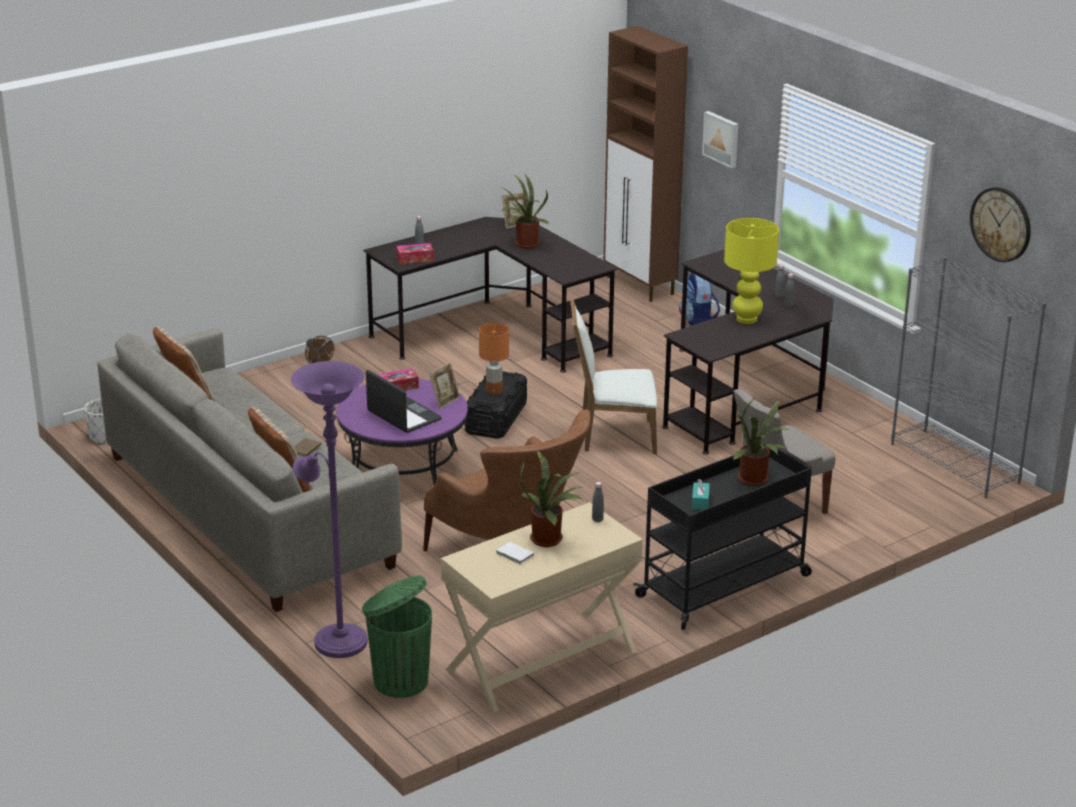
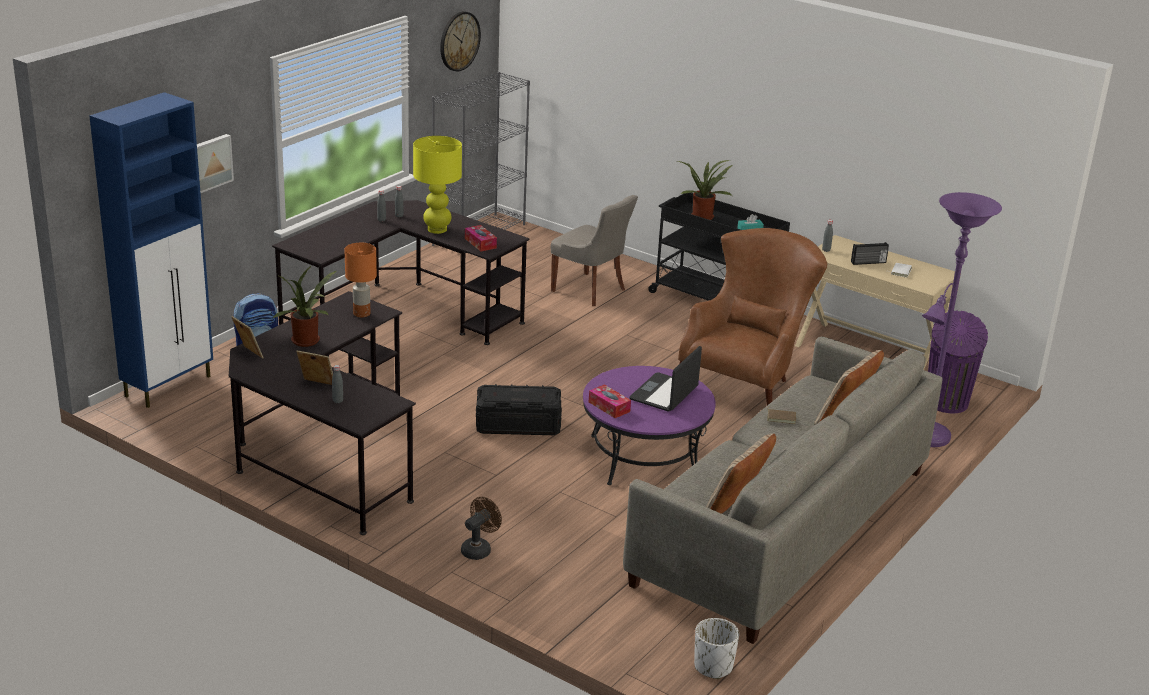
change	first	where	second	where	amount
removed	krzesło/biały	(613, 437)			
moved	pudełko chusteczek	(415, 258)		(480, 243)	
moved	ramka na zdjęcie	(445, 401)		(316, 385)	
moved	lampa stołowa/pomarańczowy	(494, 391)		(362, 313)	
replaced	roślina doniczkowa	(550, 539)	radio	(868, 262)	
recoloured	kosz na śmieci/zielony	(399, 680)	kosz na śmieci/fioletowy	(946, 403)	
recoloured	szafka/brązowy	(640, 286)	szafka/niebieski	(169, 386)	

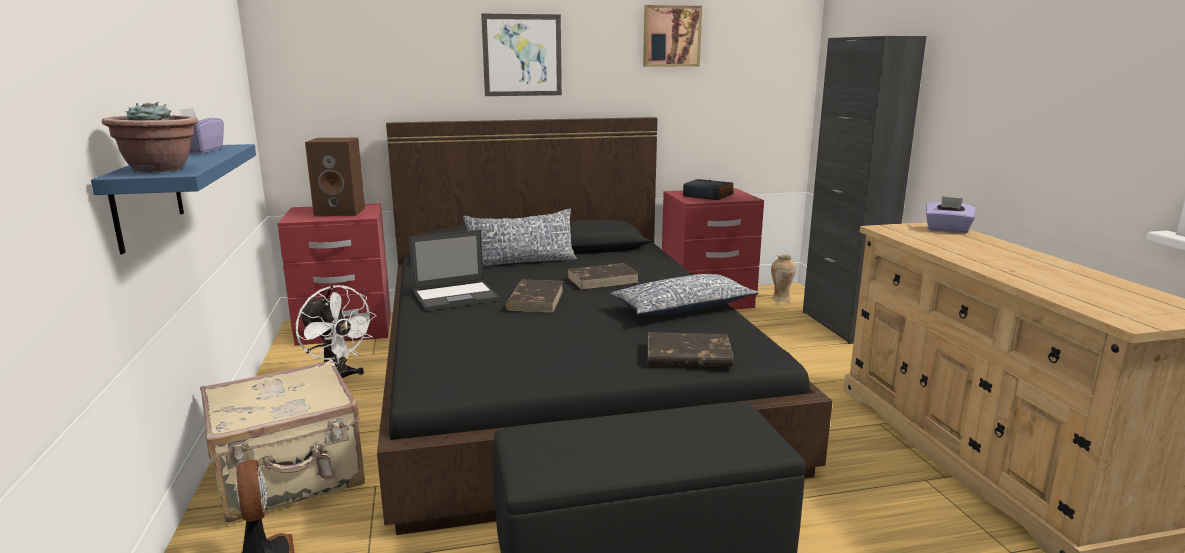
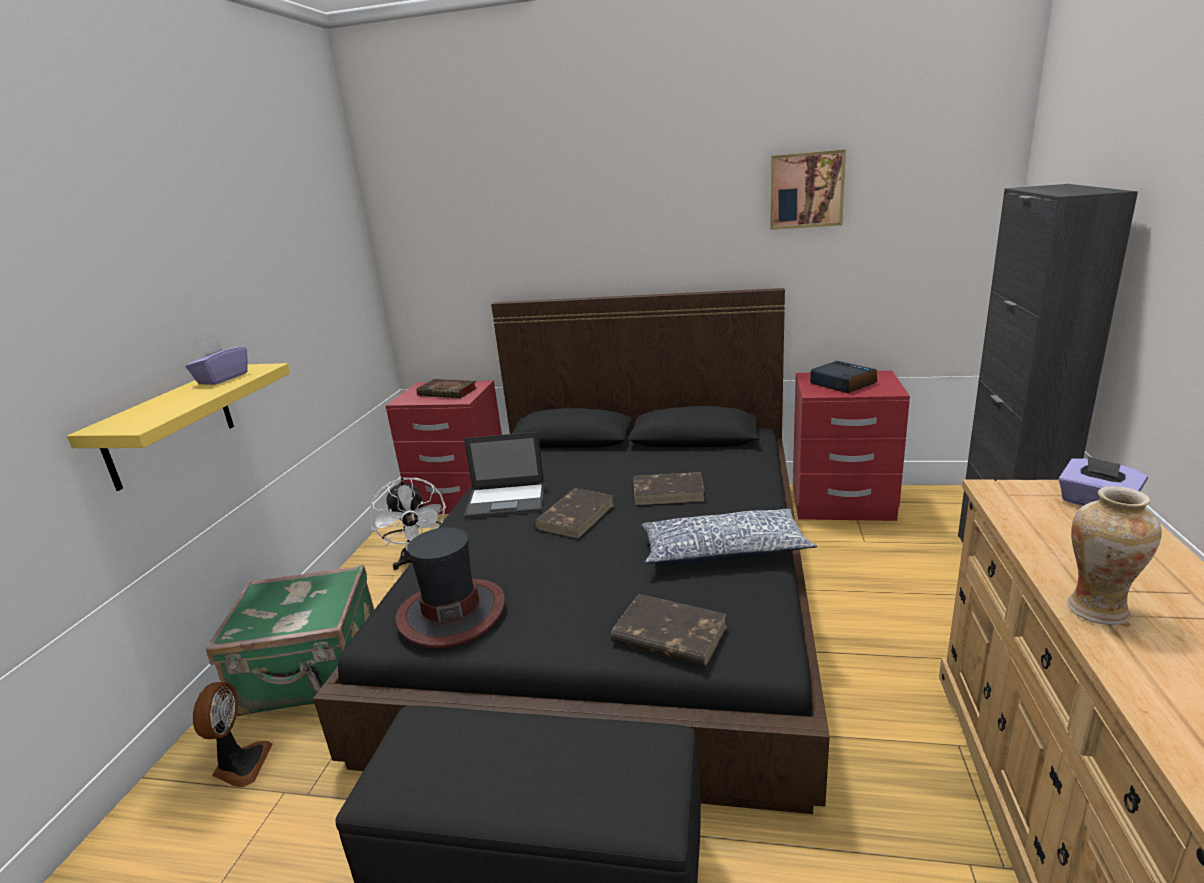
change	first	where	second	where	amount
removed	roślina doniczkowa	(160, 169)			
removed	poduszka	(520, 262)			
removed	obraz	(522, 55)			
added			kapelusz	(451, 612)	
moved	wazon	(781, 299)		(1096, 609)	
replaced	głośnik/brązowy	(341, 212)	książka	(449, 392)	
recoloured	półka/niebieski	(147, 196)	półka/żółty	(170, 425)	
recoloured	walizka/beżowy	(290, 478)	walizka/zielony	(313, 674)	

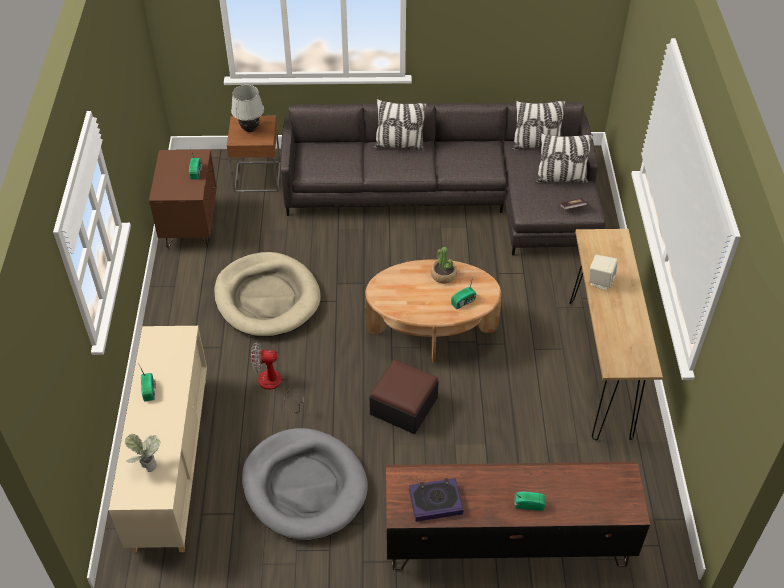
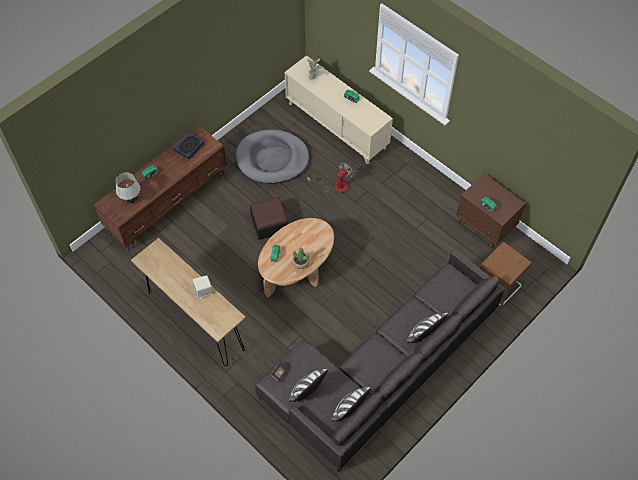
change	first	where	second	where	amount
removed	legowisko/beżowy	(267, 298)			
moved	lampa stołowa/biały	(250, 129)		(131, 200)	

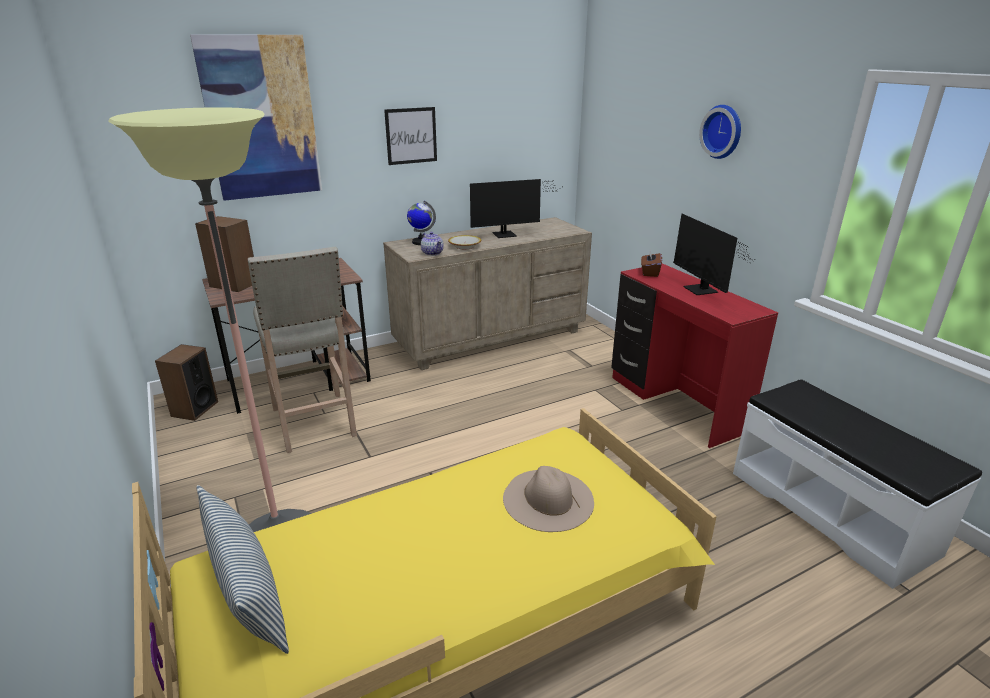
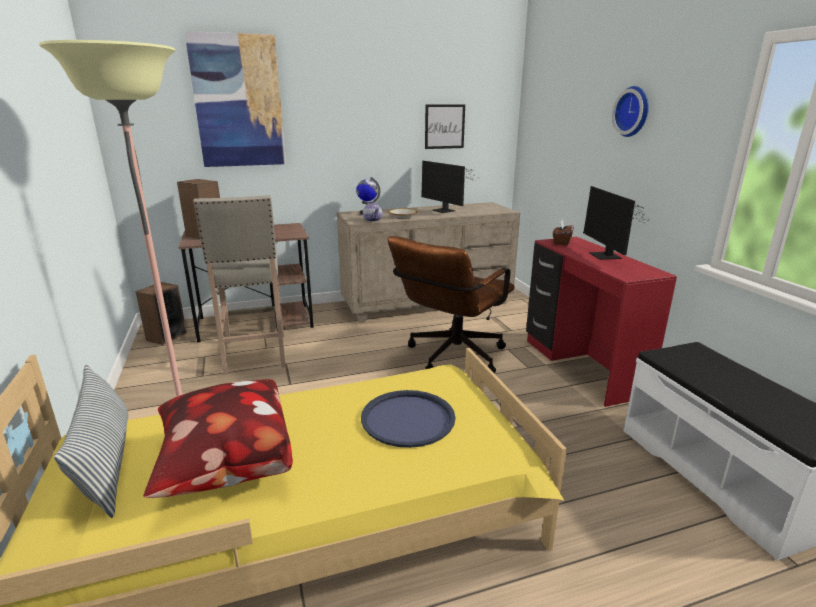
change	first	where	second	where	amount
added			poduszka	(226, 468)	
added			krzesło biurowe/brązowy	(451, 358)	
moved	obraz	(411, 136)		(444, 126)	
replaced	kapelusz/beżowy	(548, 499)	taca/niebieski	(408, 419)	
turned	monitor	(508, 234)		(444, 211)	60 degrees clockwise

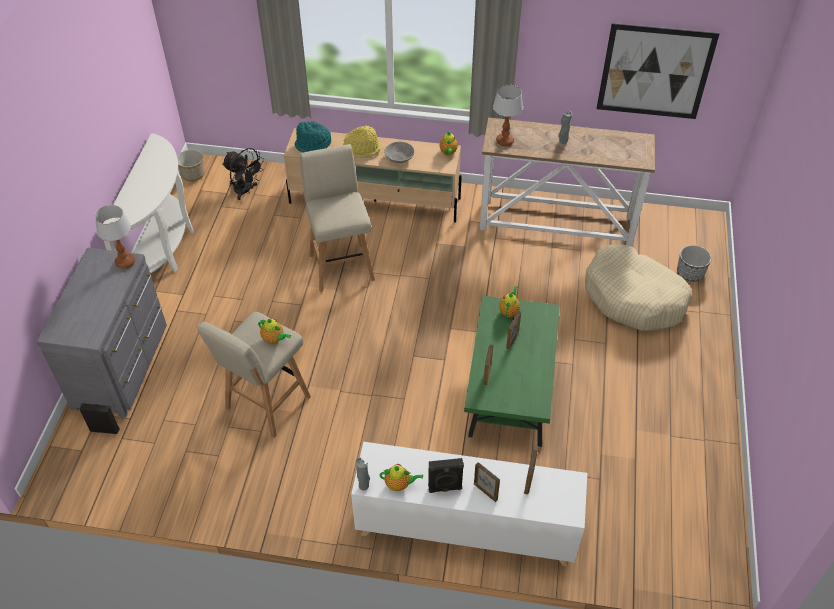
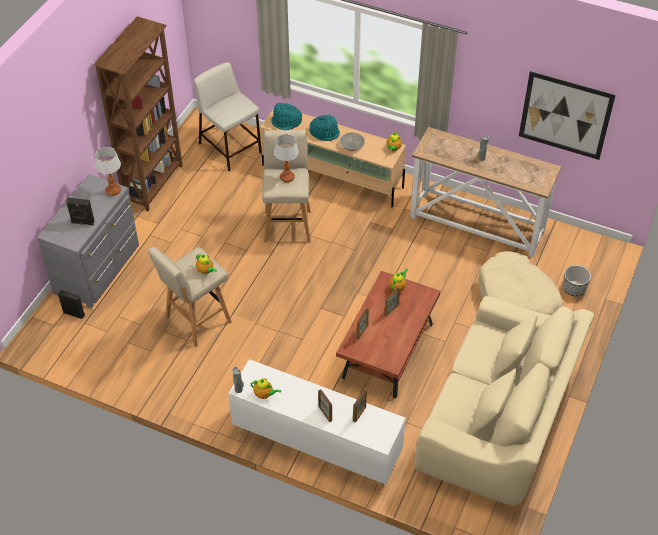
change	first	where	second	where	amount
removed	donica	(192, 174)			
added			kanapa/beżowy	(497, 420)	
moved	głośnik/czarny	(445, 488)		(82, 223)	
moved	lampa stołowa	(504, 141)		(287, 177)	
replaced	stolik konsolowy/biały	(164, 248)	regał/brązowy	(154, 184)	
replaced	wentylator/czarny	(246, 191)	stołek/beżowy	(231, 148)	
recoloured	kapelusz/żółty	(362, 149)	kapelusz/turkusowy	(325, 133)	
recoloured	ława/zielony	(510, 390)	ława/brązowy	(387, 351)	

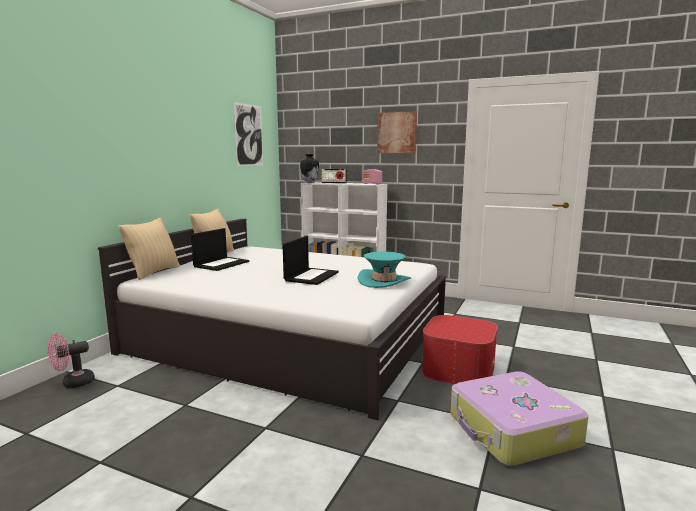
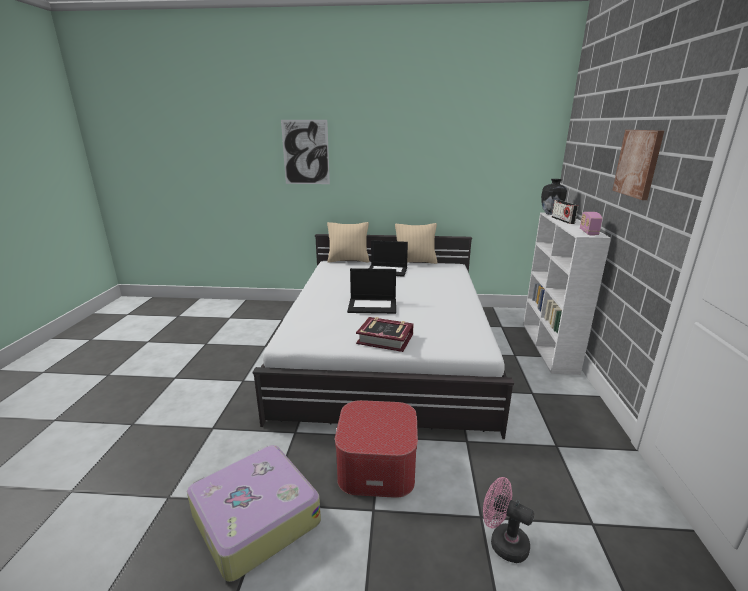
change	first	where	second	where	amount
moved	wentylator/różowy	(73, 383)		(503, 542)	
moved	obraz	(249, 135)		(305, 152)	
replaced	kapelusz/turkusowy	(384, 281)	książka	(385, 339)	

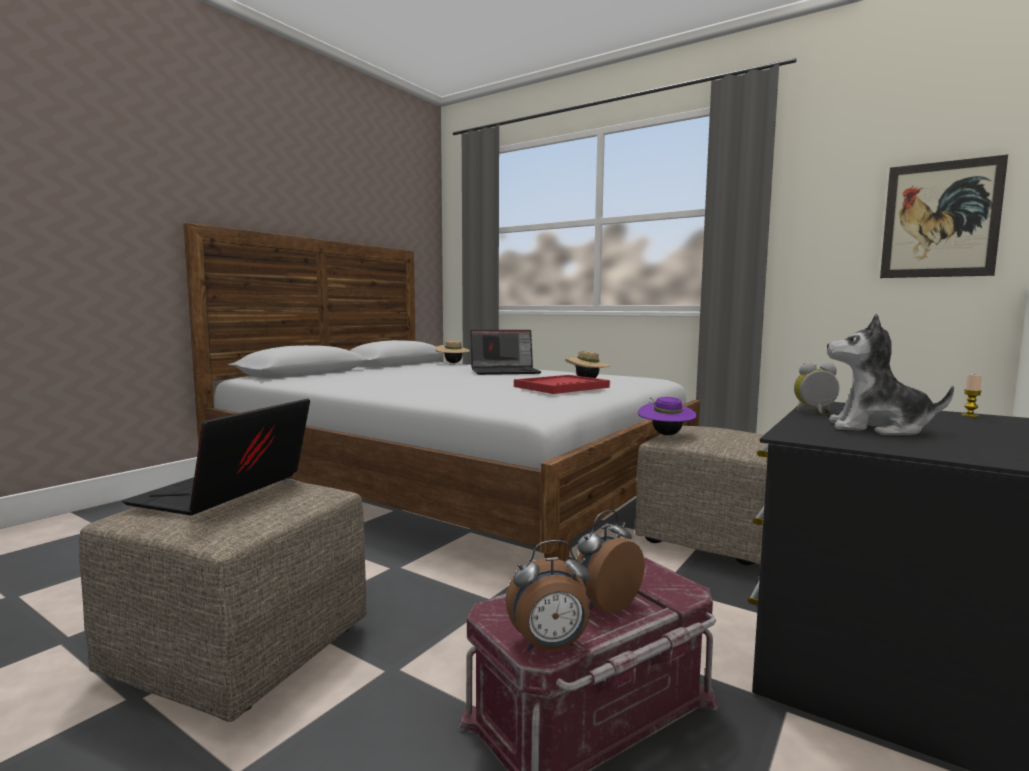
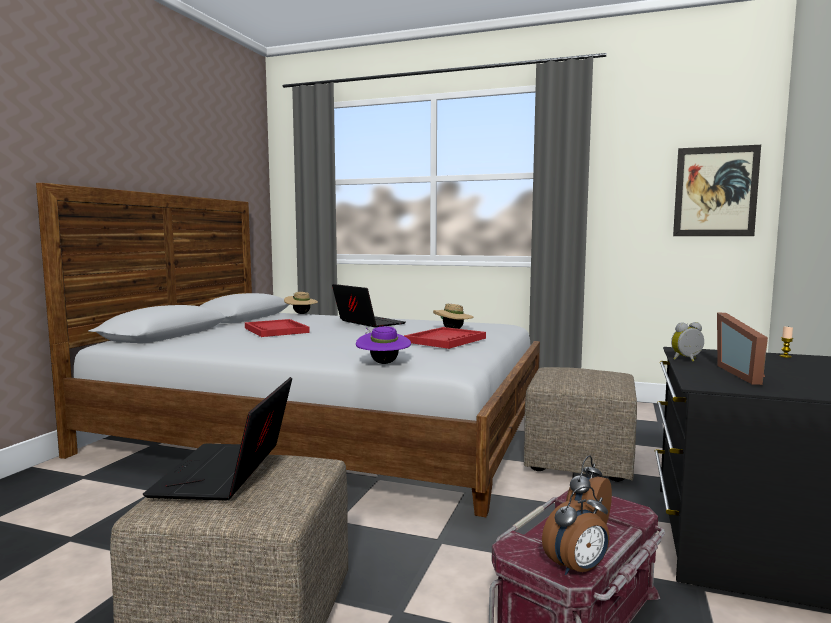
change	first	where	second	where	amount
added			taca/czerwony	(276, 330)	
moved	kapelusz/fioletowy	(666, 434)		(383, 363)	
replaced	pluszak	(878, 428)	ramka na zdjęcie	(745, 373)	
turned	laptop	(505, 372)		(367, 323)	105 degrees counterclockwise

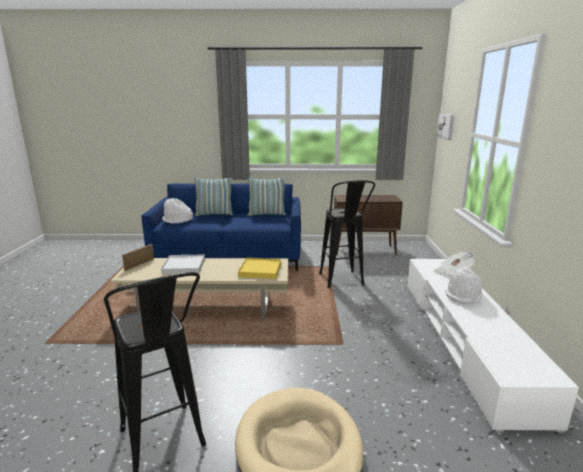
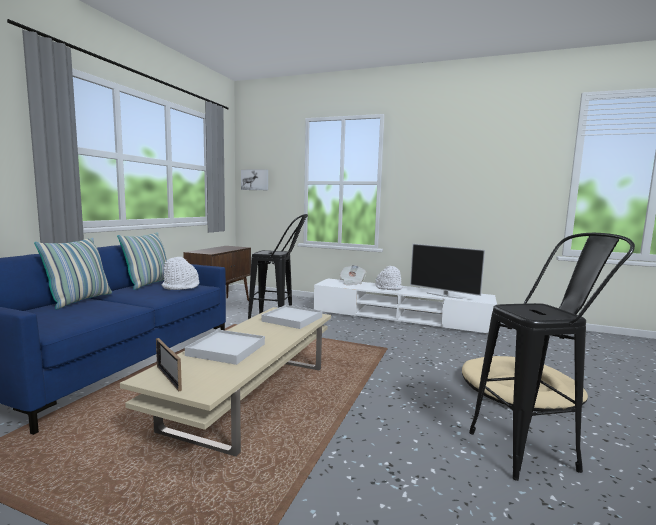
change	first	where	second	where	amount
added			telewizor	(444, 295)	
moved	kapelusz/biały	(177, 220)		(181, 287)	
recoloured	taca/żółty	(260, 270)	taca/biały	(292, 319)	

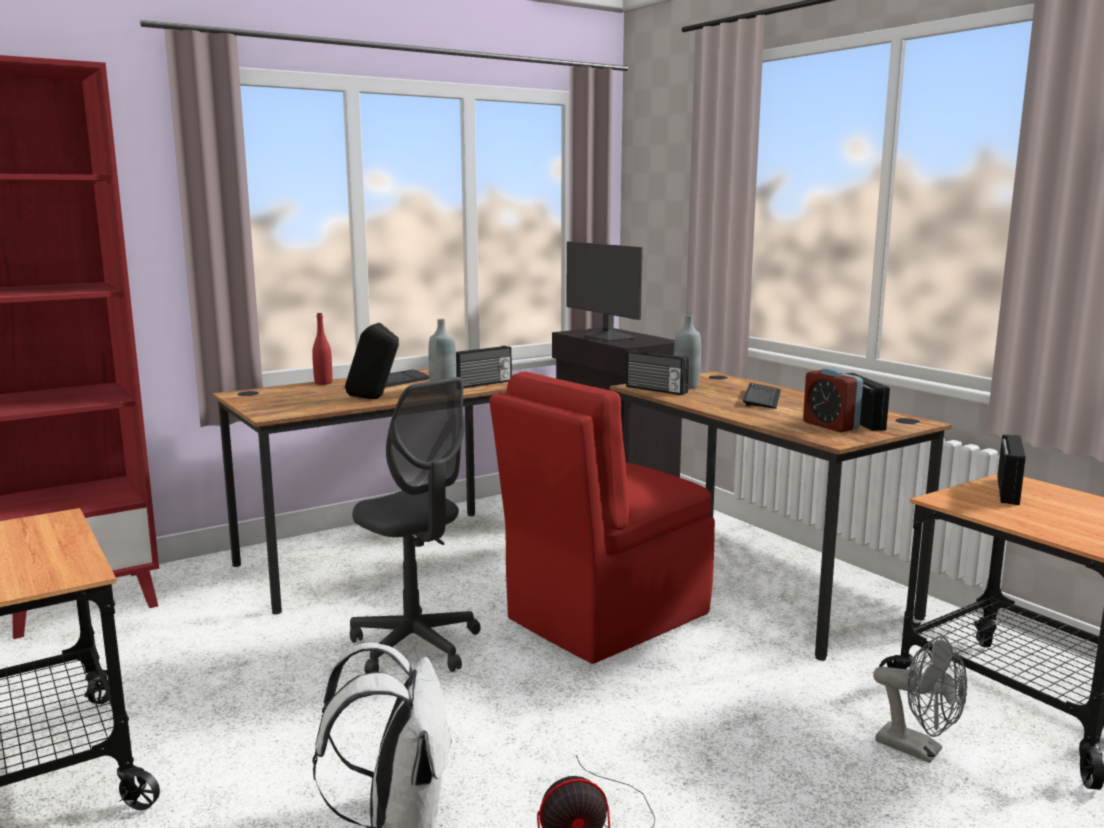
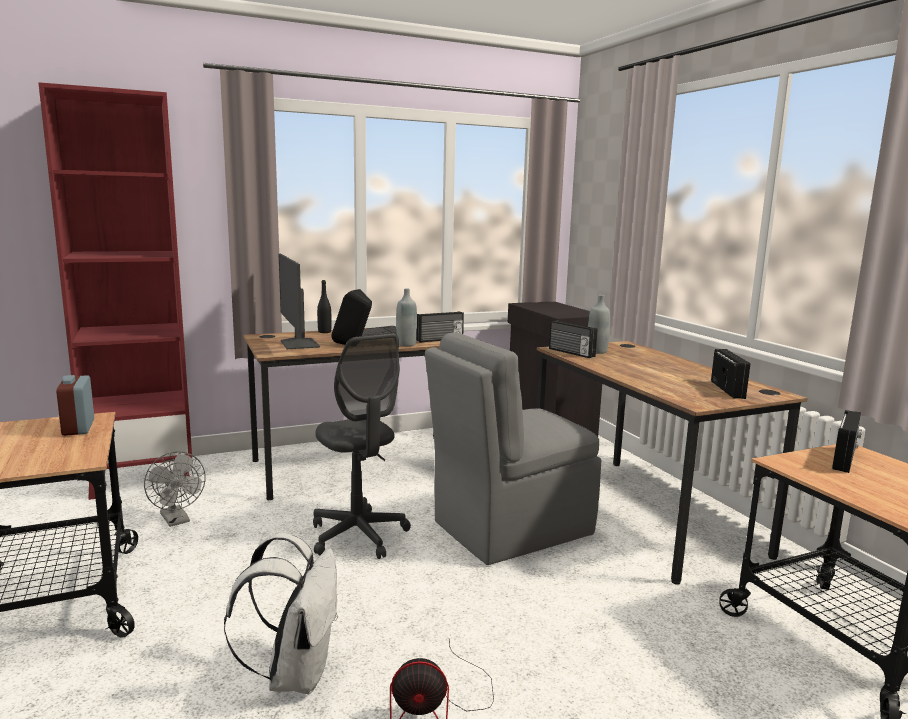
change	first	where	second	where	amount
removed	klawiatura	(762, 398)			
moved	monitor	(607, 337)		(298, 344)	
moved	budzik	(830, 426)		(78, 428)	
moved	wentylator/szary	(918, 749)		(177, 520)	
recoloured	butelka/czerwony	(323, 383)	butelka/czarny	(324, 332)	
recoloured	krzesło/czerwony	(604, 618)	krzesło/szary	(509, 529)	

